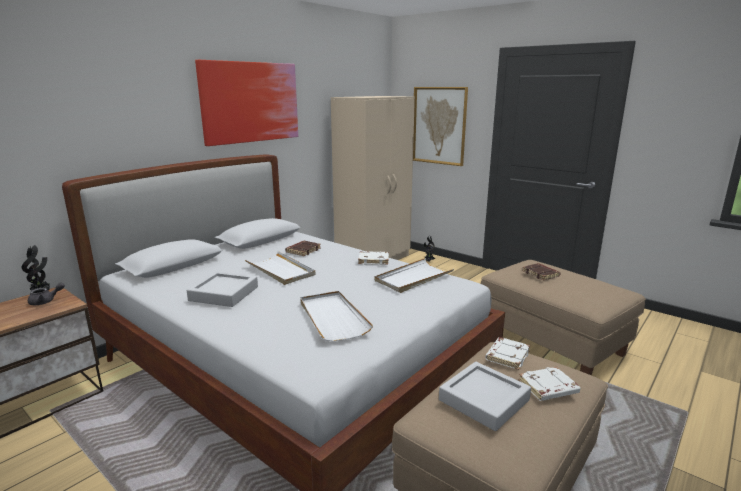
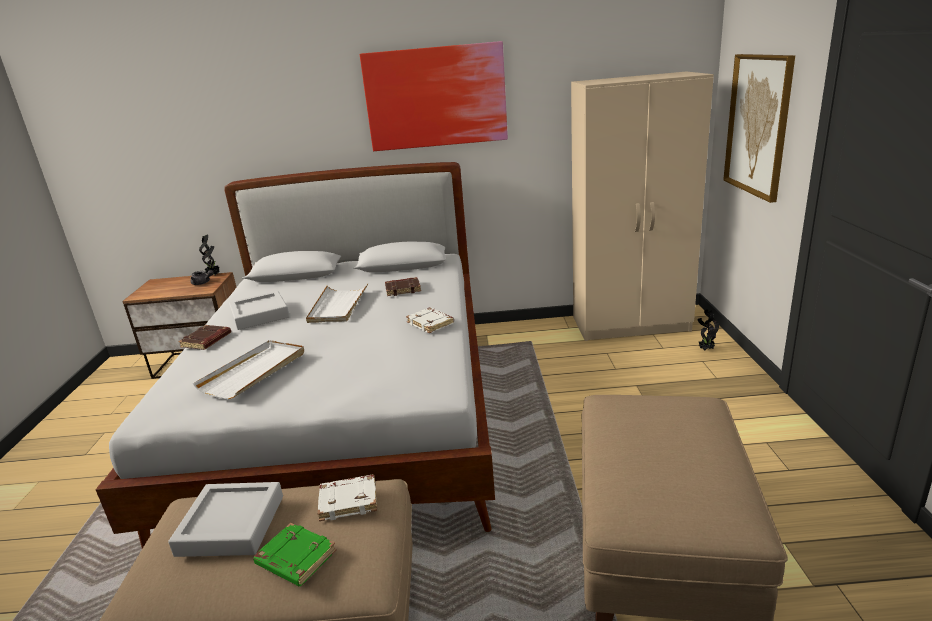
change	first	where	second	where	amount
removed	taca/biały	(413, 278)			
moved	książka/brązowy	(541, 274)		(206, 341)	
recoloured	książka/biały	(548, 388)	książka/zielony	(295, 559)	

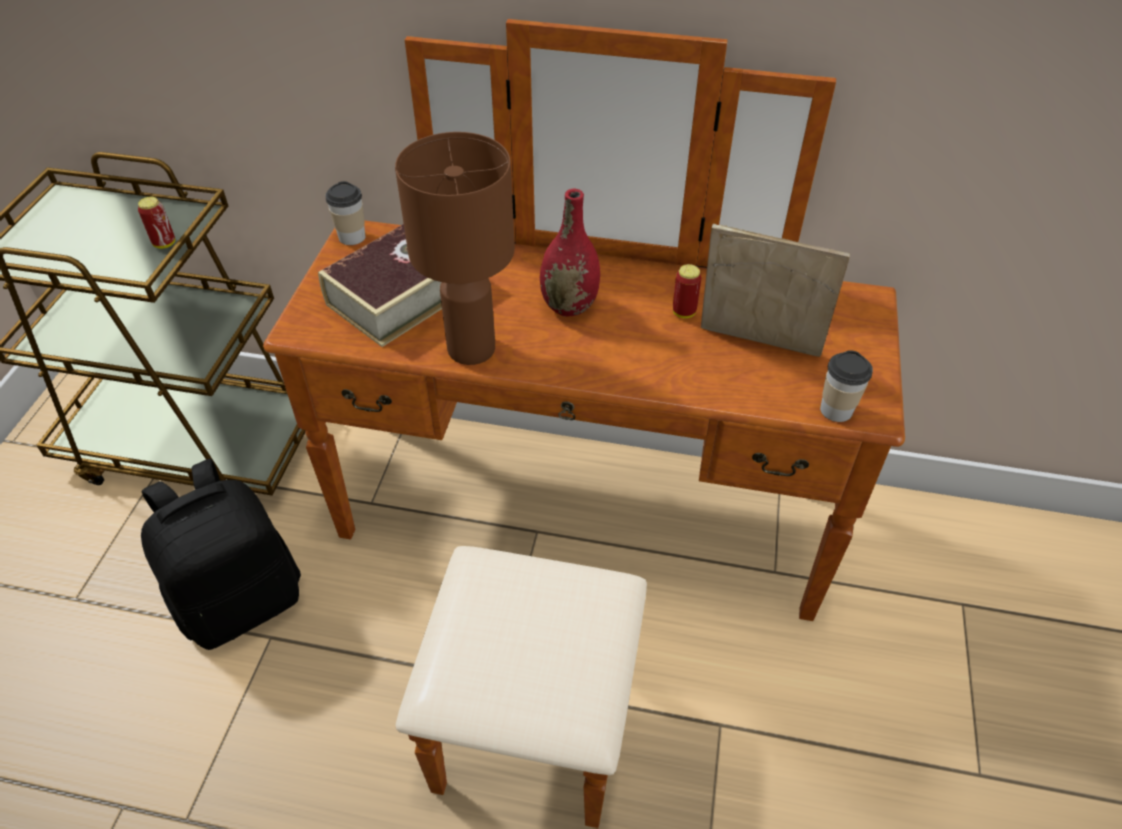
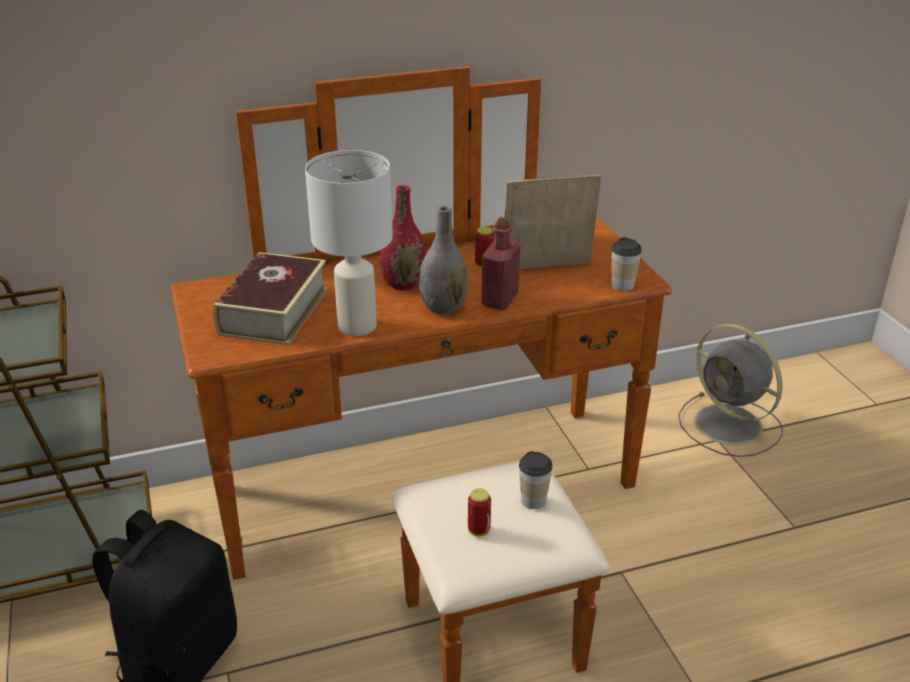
change	first	where	second	where	amount
added			wazon/szary	(443, 308)	
added			butelka/czerwony	(500, 300)	
added			wentylator/szary	(730, 426)	
moved	puszka	(164, 243)		(479, 531)	
moved	filiżanka	(352, 237)		(533, 500)	
recoloured	lampa stołowa/brązowy	(472, 347)	lampa stołowa/biały	(357, 325)	

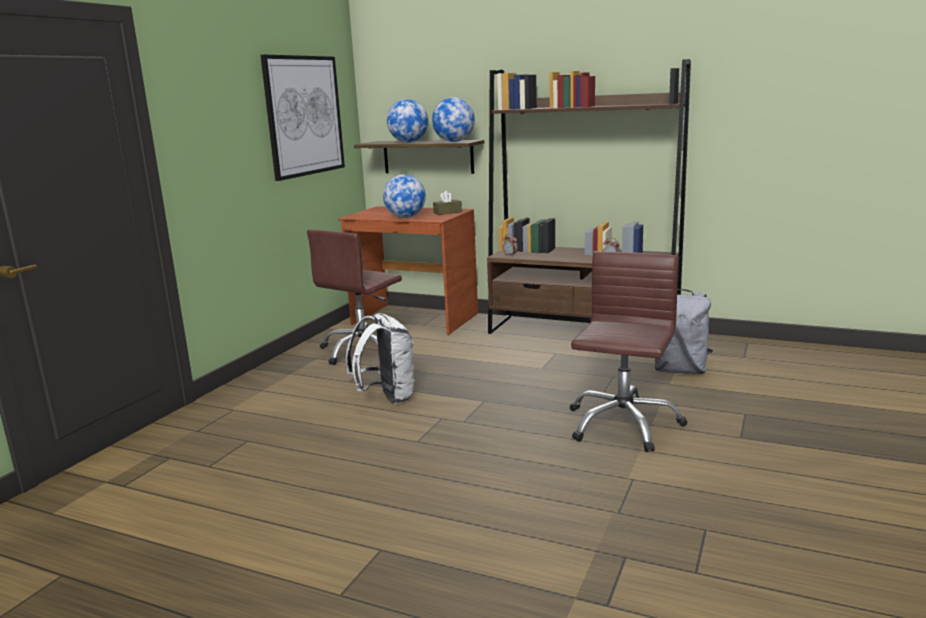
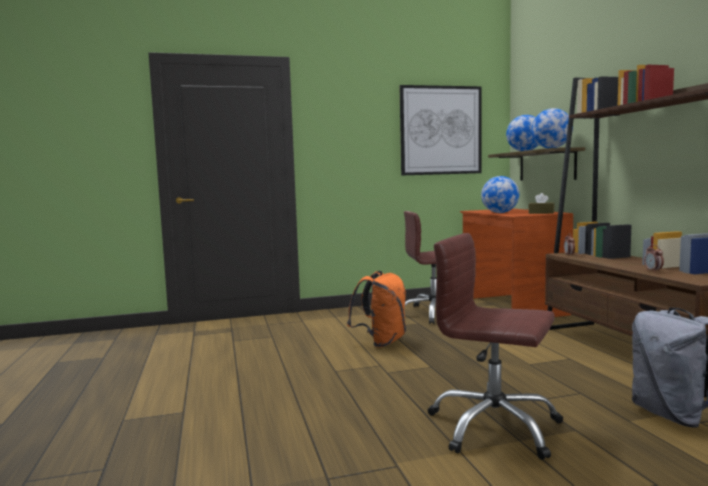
change	first	where	second	where	amount
recoloured	plecak/biały	(386, 397)	plecak/pomarańczowy	(381, 342)	
turned	krzesło biurowe/brązowy	(622, 424)		(494, 427)	135 degrees counterclockwise

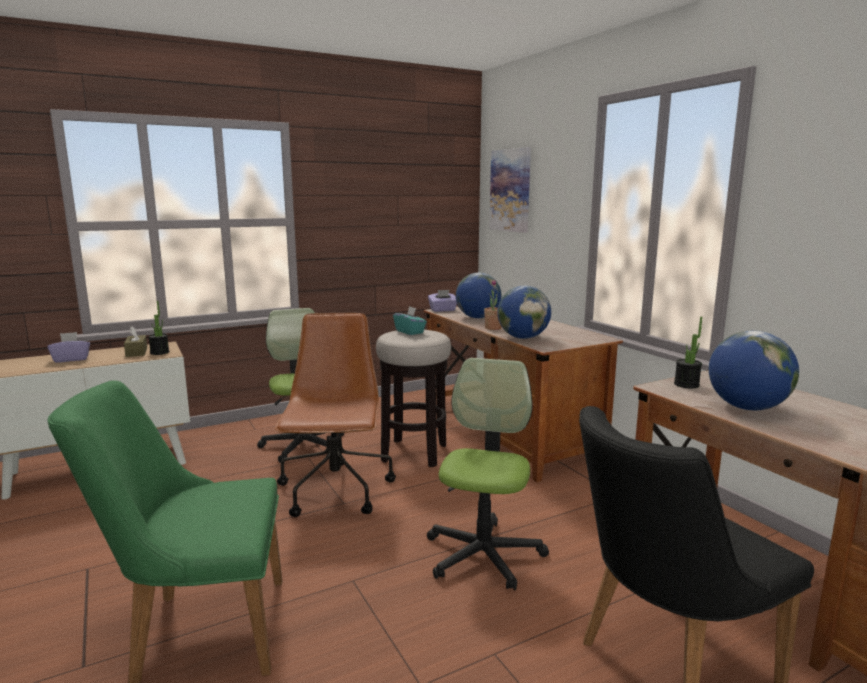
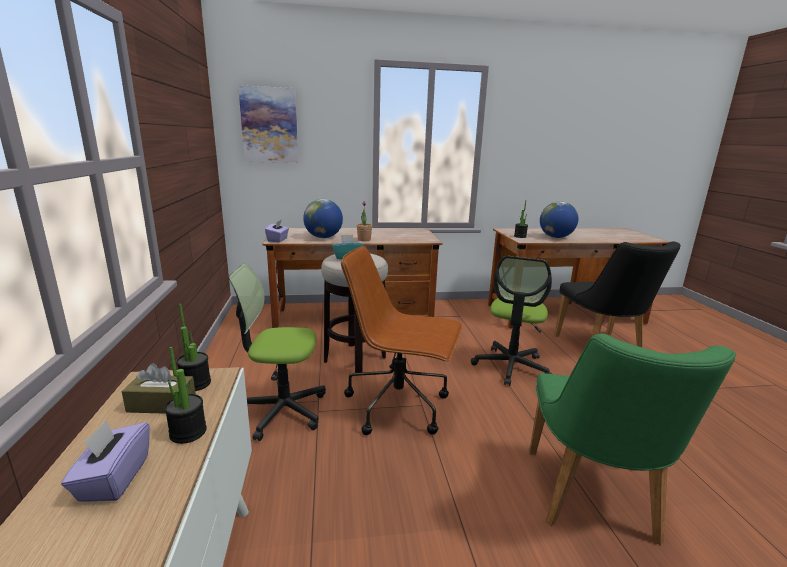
change	first	where	second	where	amount
removed	globus	(523, 338)			
added			roślina doniczkowa	(188, 432)	
turned	krzesło biurowe	(483, 555)		(511, 367)	105 degrees counterclockwise

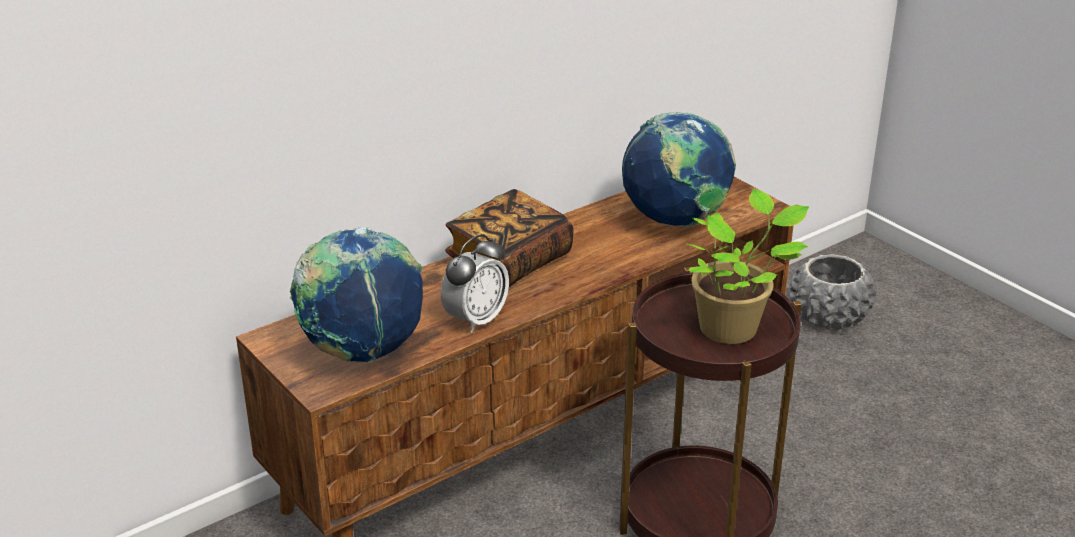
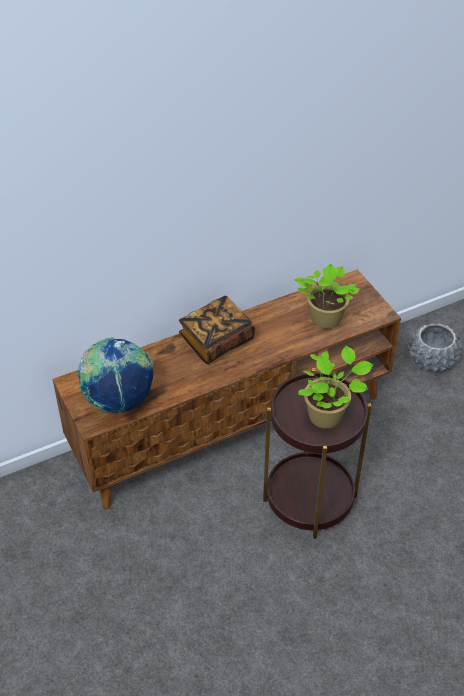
change	first	where	second	where	amount
removed	budzik	(476, 320)			
replaced	globus	(676, 221)	roślina doniczkowa	(324, 320)	

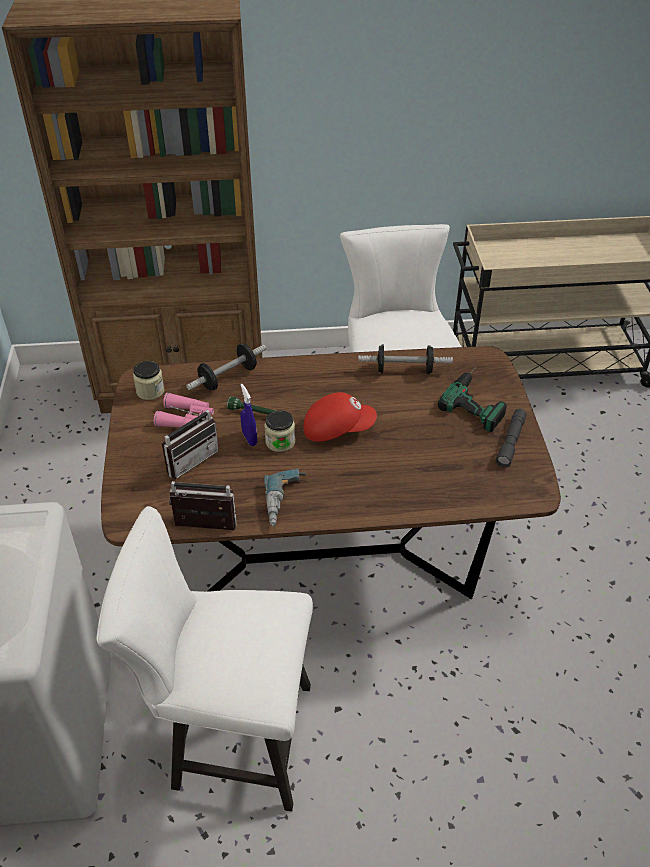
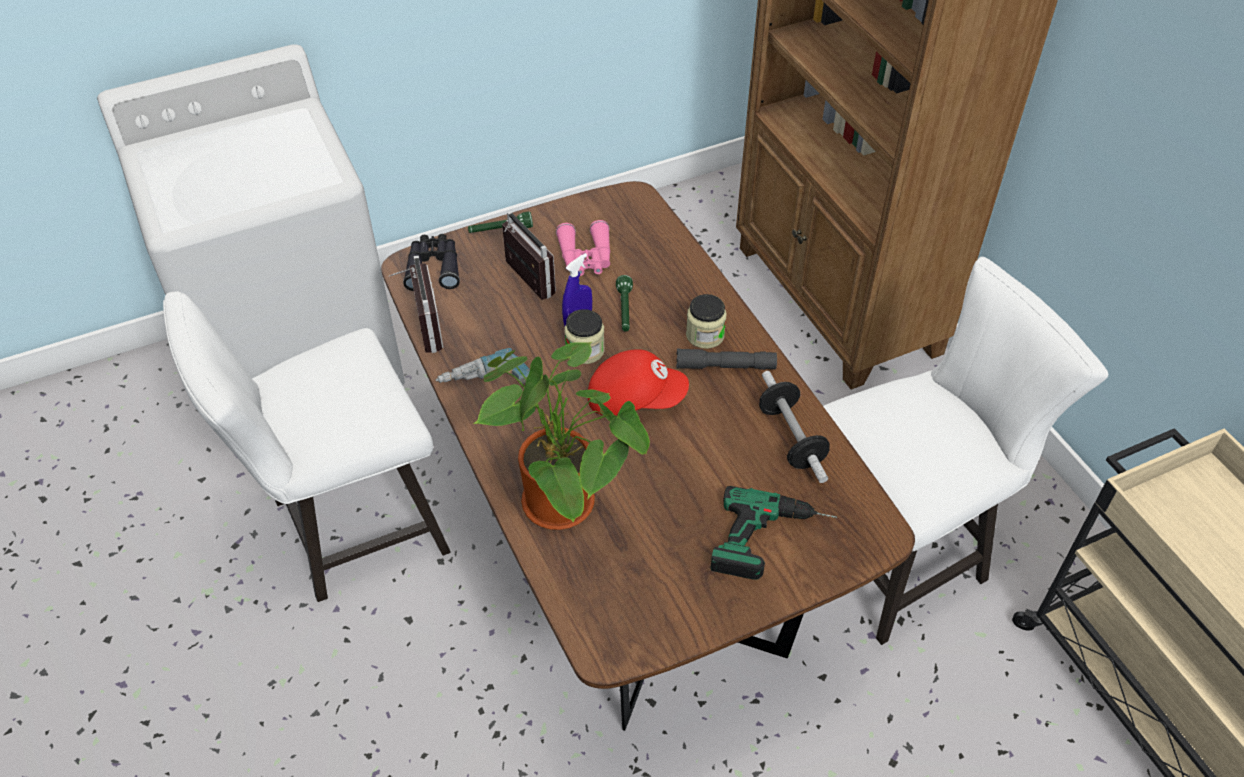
change	first	where	second	where	amount
removed	hantel	(228, 377)			
added			lornetka/czarny	(433, 267)	
added			latarka/zielony	(500, 230)	
added			roślina doniczkowa	(566, 507)	
moved	słoik	(150, 391)		(705, 335)	
moved	latarka/szary	(511, 442)		(725, 366)	
turned	krzesło/biały	(231, 737)		(347, 529)	105 degrees counterclockwise
turned	radio	(189, 458)		(522, 281)	150 degrees counterclockwise
turned	czapka z daszkiem/czerwony	(337, 428)		(635, 398)	60 degrees counterclockwise

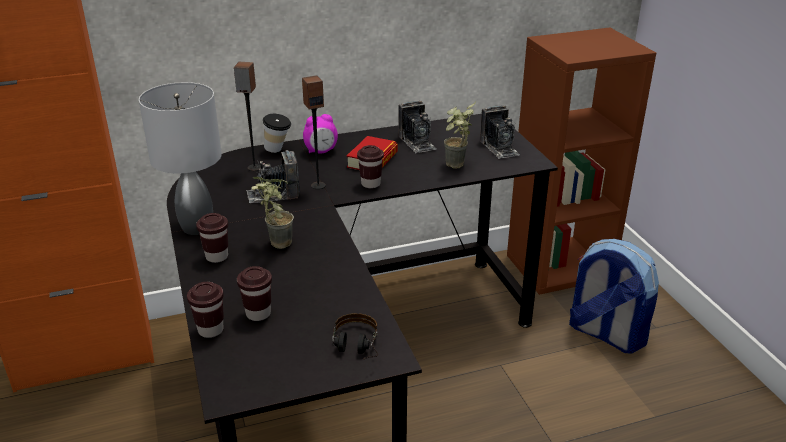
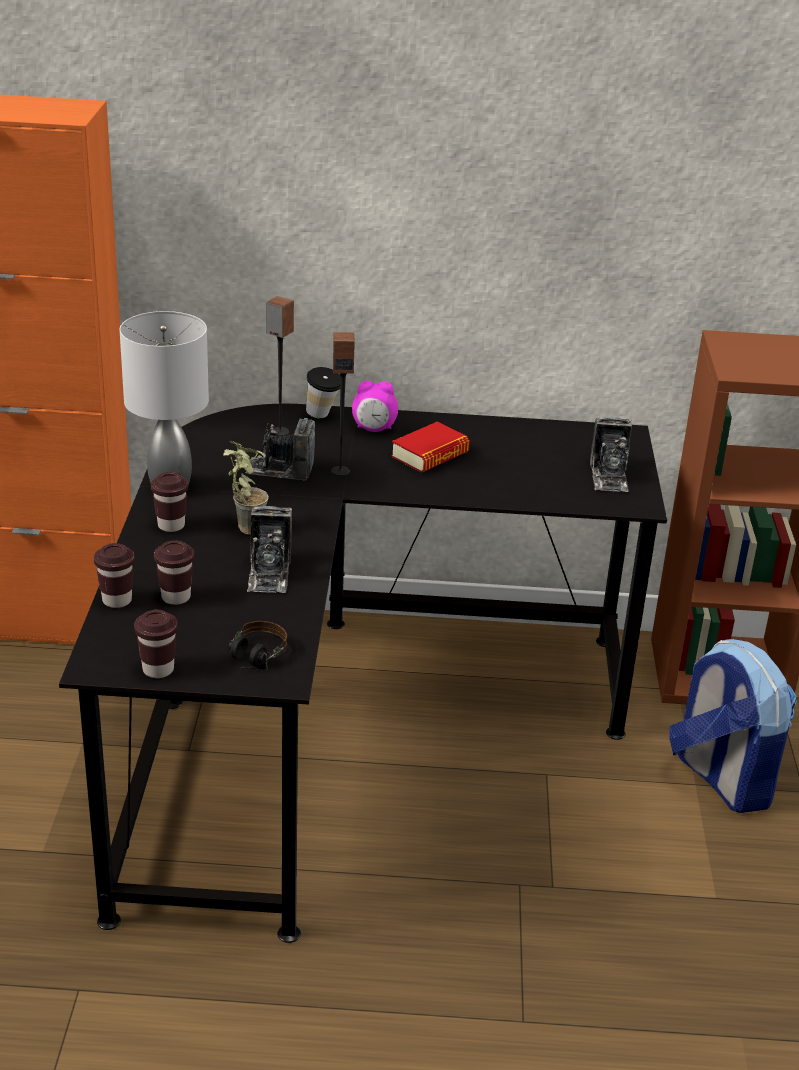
change	first	where	second	where	amount
removed	roślina doniczkowa	(455, 167)			
moved	filiżanka/brązowy	(370, 184)		(158, 669)	
moved	aparat fotograficzny	(417, 142)		(269, 573)	

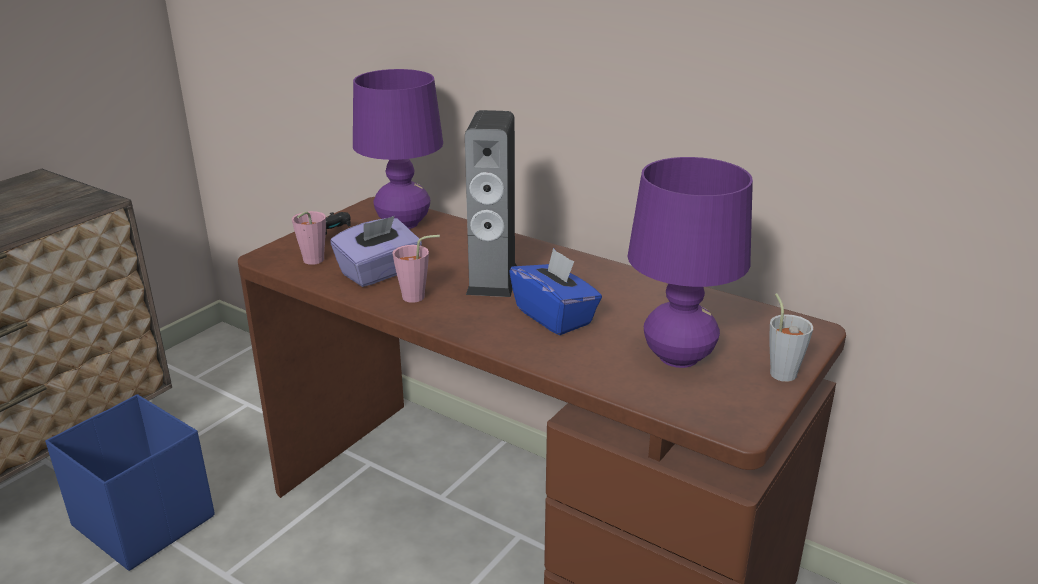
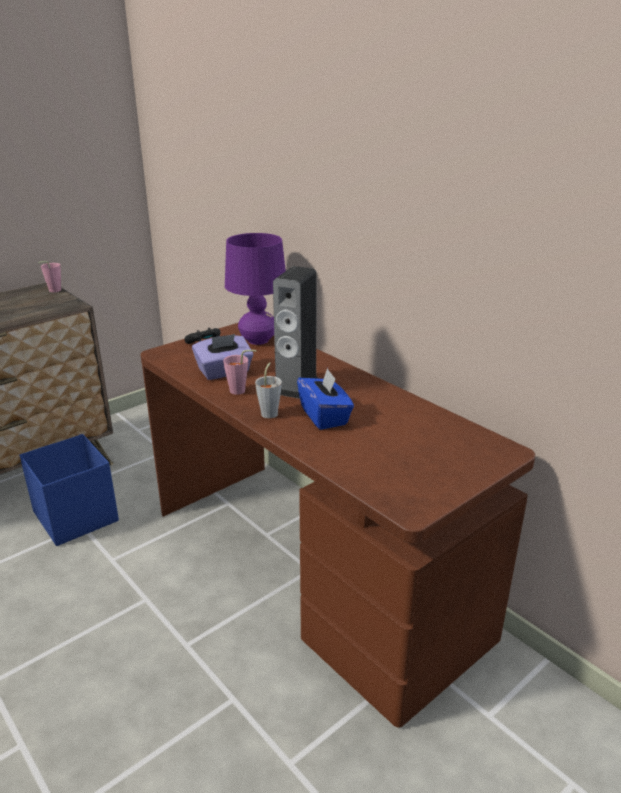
change	first	where	second	where	amount
removed	lampa stołowa/fioletowy	(678, 357)			
moved	filiżanka/różowy	(311, 262)		(52, 291)	
moved	filiżanka/szary	(781, 370)		(270, 412)	

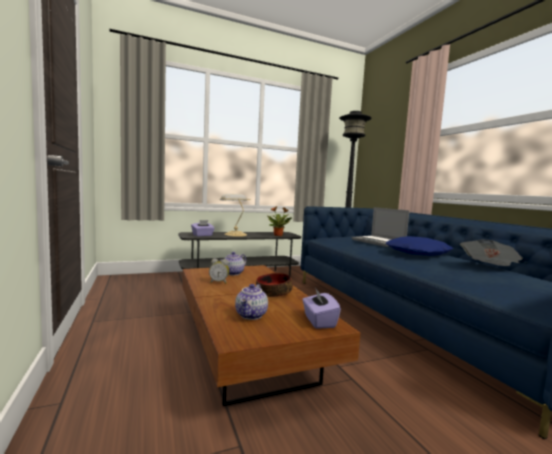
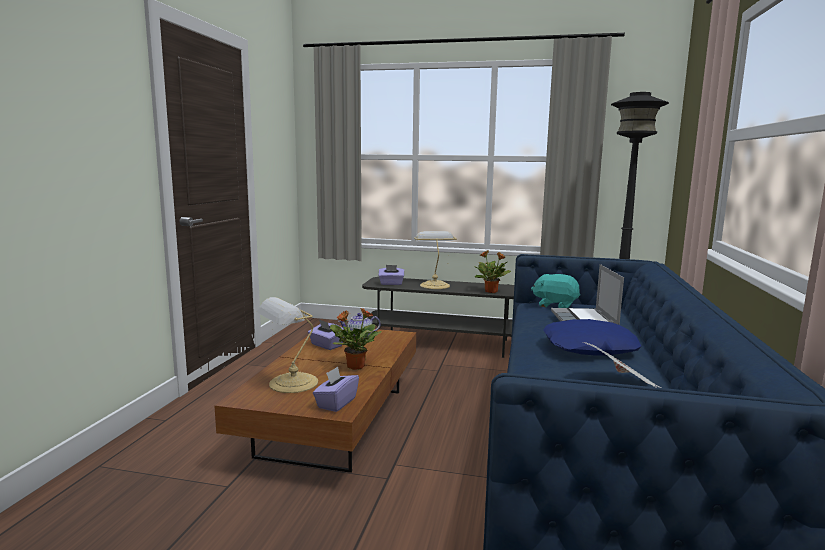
change	first	where	second	where	amount
added			pluszak/turkusowy	(555, 305)	
replaced	budzik	(219, 282)	pudełko chusteczek/fioletowy	(326, 345)	
replaced	imbryk	(251, 315)	lampa stołowa	(291, 383)	
replaced	miska	(273, 292)	roślina doniczkowa	(355, 366)	

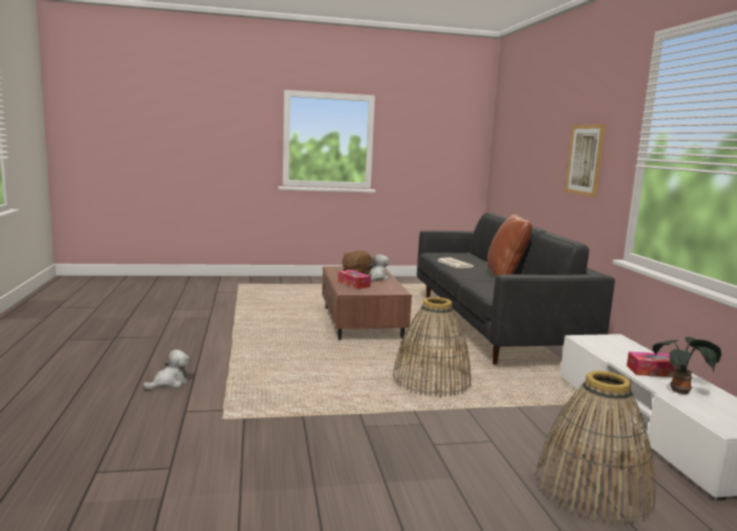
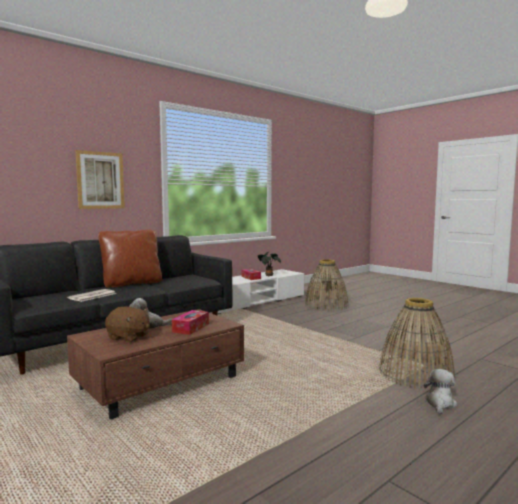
change	first	where	second	where	amount
moved	koszyk	(431, 380)		(415, 374)	
turned	pluszak	(169, 383)		(440, 403)	105 degrees clockwise

